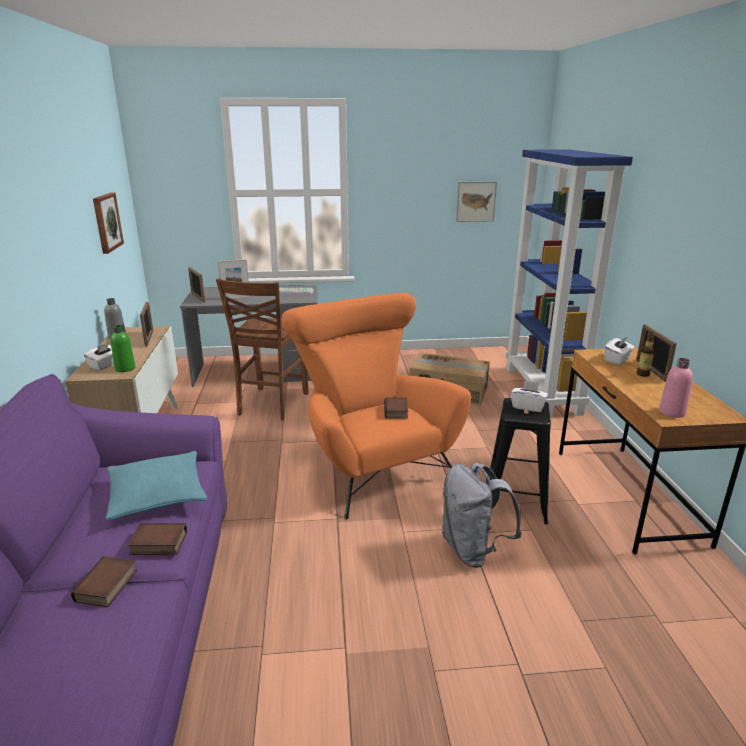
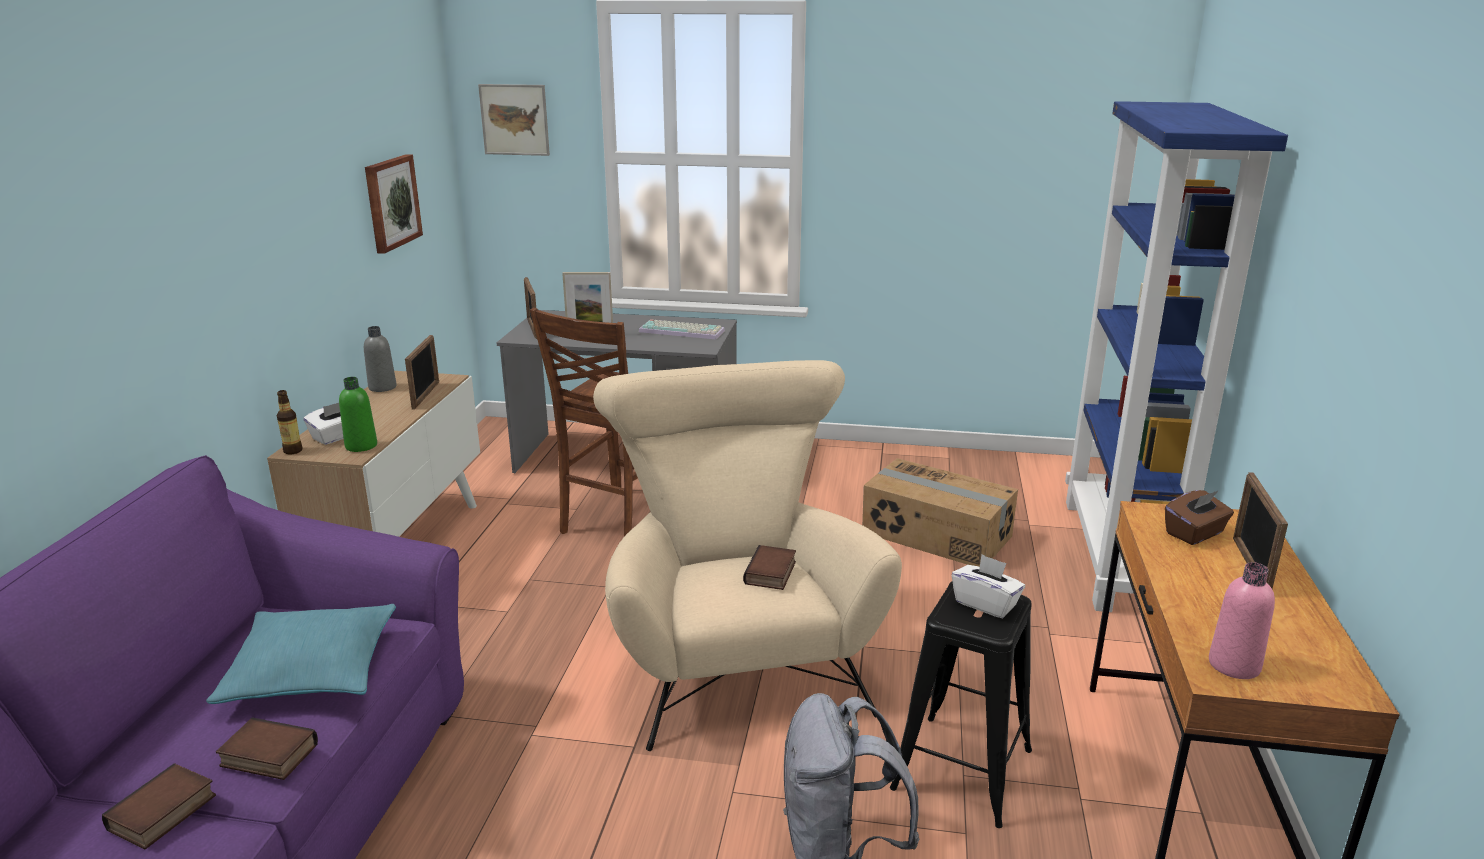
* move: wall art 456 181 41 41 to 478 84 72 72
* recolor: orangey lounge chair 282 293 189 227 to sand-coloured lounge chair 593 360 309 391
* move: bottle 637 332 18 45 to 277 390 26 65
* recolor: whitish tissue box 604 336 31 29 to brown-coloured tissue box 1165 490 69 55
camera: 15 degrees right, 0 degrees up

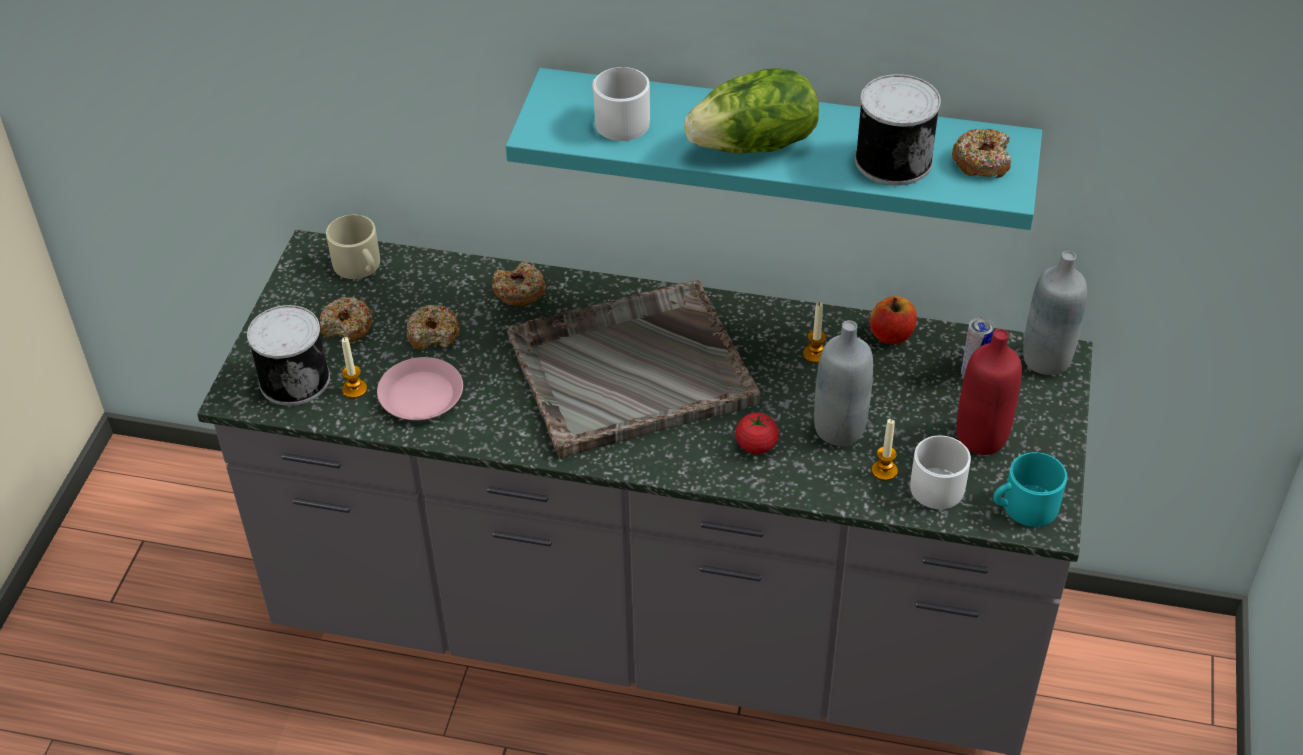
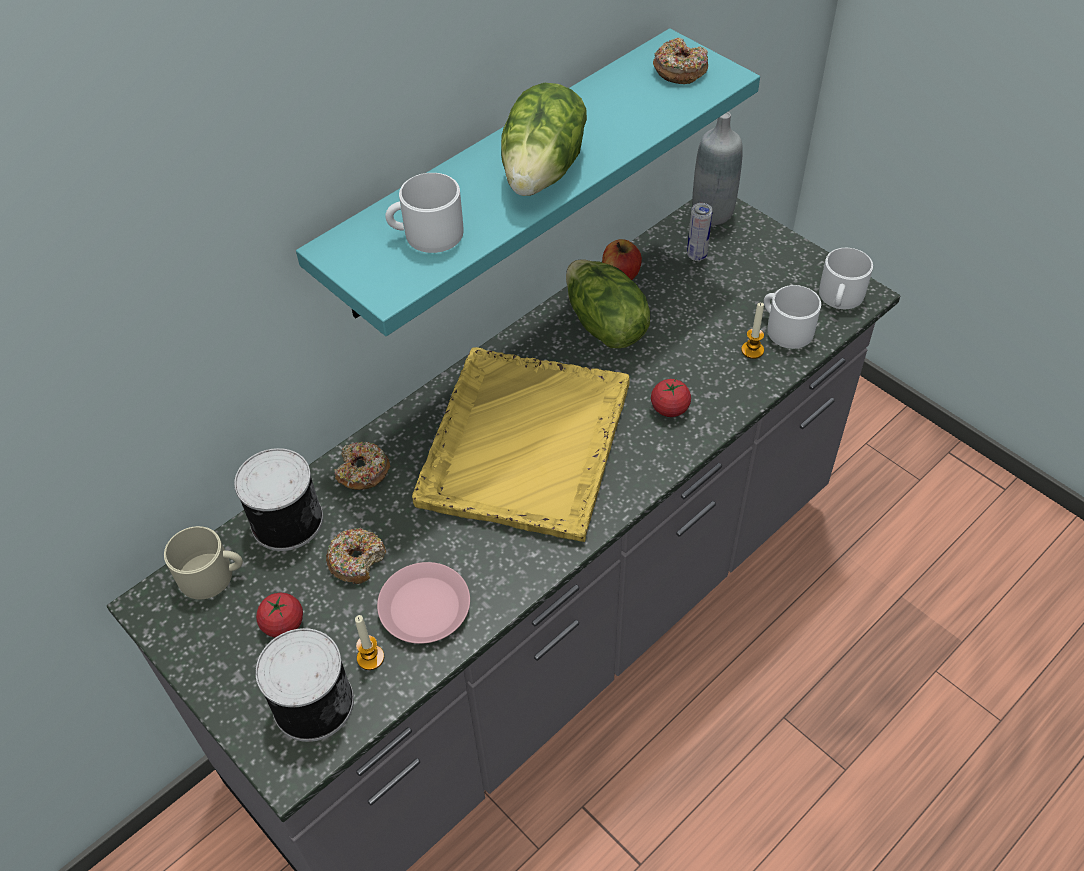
* move: sealed can 855 74 86 111 to 234 448 89 103
* recolor: gray serving tray 507 280 254 178 to yellowish serving tray 412 347 218 195
* replace: donut 320 297 53 46 to tomato 256 593 47 45
* replace: wax candle 803 302 23 61 to lettuce head 566 259 84 89
* delete: gray bottle 814 320 59 126
* delete: red bottle 957 329 65 126
* recolor: blue-green tea mug 993 452 74 75 to whitish tea mug 819 248 54 61
camera: 55 degrees left, 5 degrees up

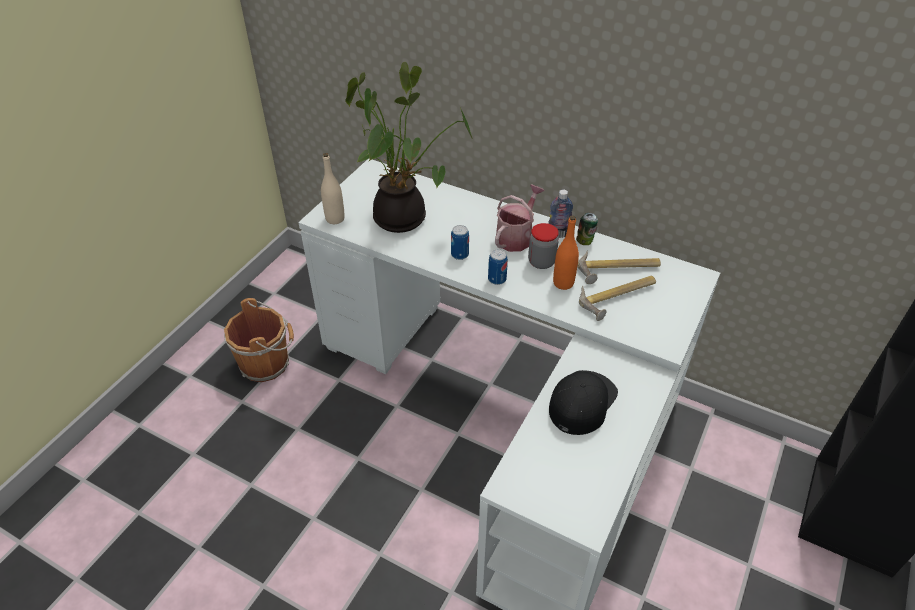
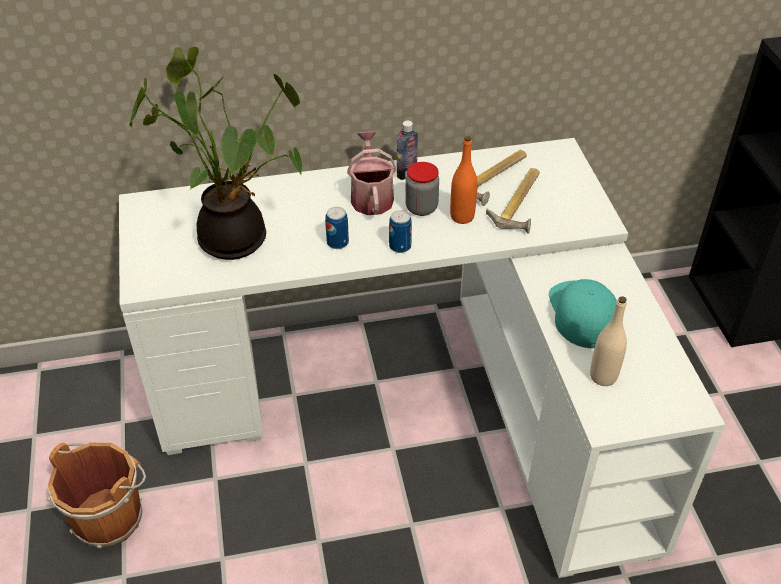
* move: sand-coloured bottle 321 153 24 71 to 590 296 37 90
* delete: sealed can 576 213 22 32
* recolor: black peaked cap 549 370 69 65 to blue-green peaked cap 549 279 68 69
camera: 40 degrees left, 0 degrees up

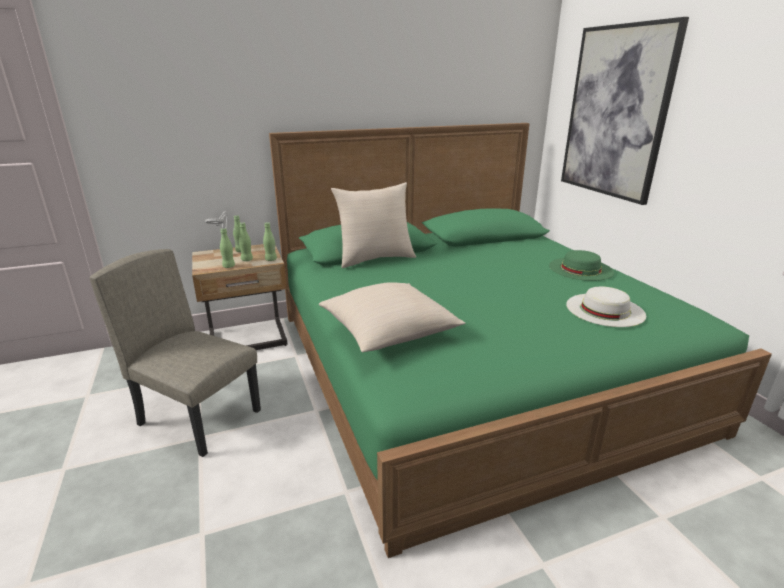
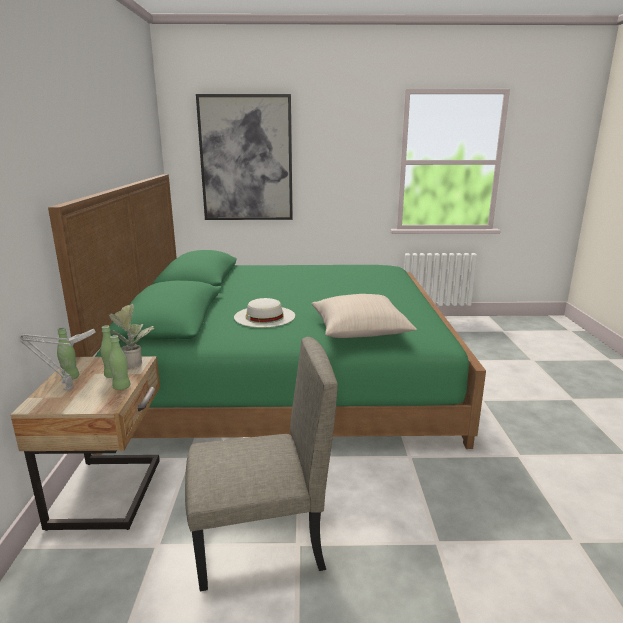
* delete: sand-coloured pillow 331 182 85 86
* replace: green-coloured bottle 263 222 14 39 to houseplant 109 304 46 64
* rotate: sand-coloured upright chair 90 249 171 208 = 185 337 153 254 150 degrees counterclockwise
* delete: green-coloured clothing hat 549 250 65 31
* move: whitish clothing hat 566 287 80 40 to 234 298 61 30
camera: 70 degrees left, 5 degrees down

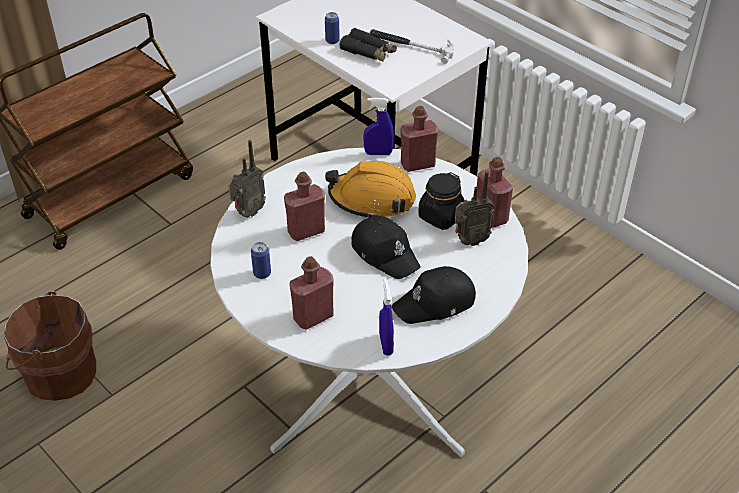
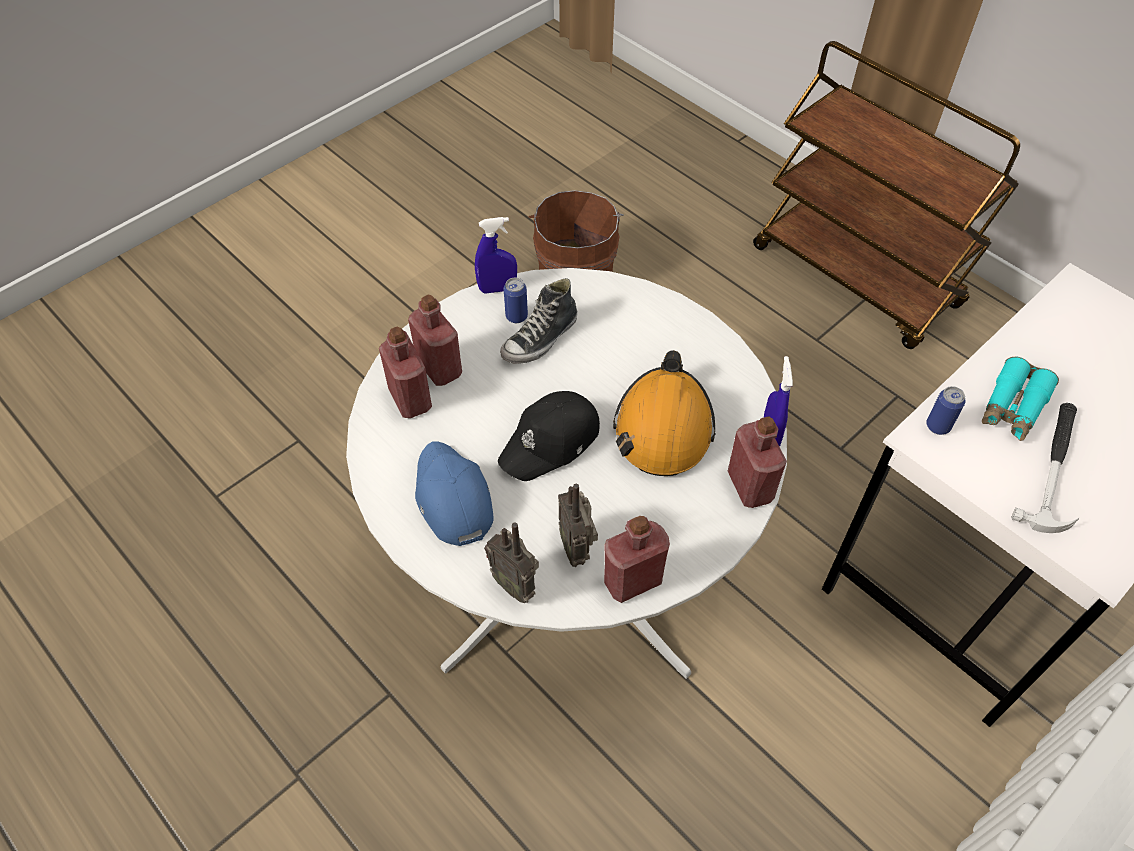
* move: sealed can 325 12 15 32 to 926 386 40 49
* recolor: black binoculars 339 28 58 34 to blue-green binoculars 982 357 77 84
* move: radio receiver 228 140 38 77 to 484 523 55 80
* move: red bottle 284 172 41 69 to 379 327 53 91
* delete: black storage jar 418 172 46 58
* recolor: black peaked cap 392 266 84 58 to blue peaked cap 415 442 79 104
* move: blue hand sprayer 379 279 15 77 to 475 217 42 77
* insert: shoe 500 278 78 86
camera: 90 degrees right, 10 degrees up

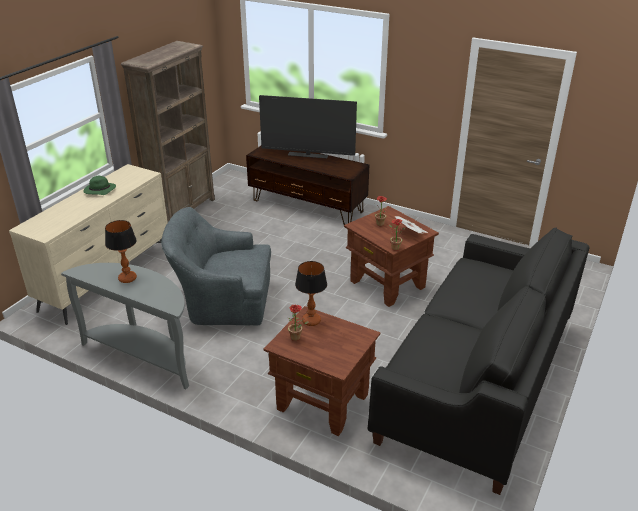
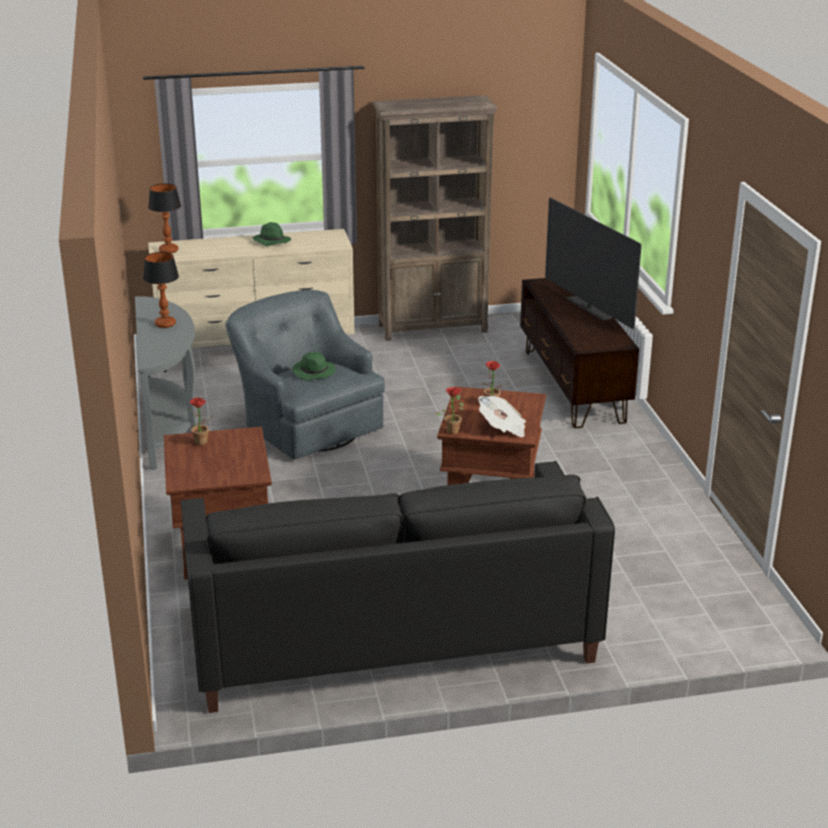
* move: table lamp 295 261 32 65 to 148 183 33 70
* insert: green-coloured clothing hat 292 352 44 29
camera: 50 degrees right, 5 degrees down

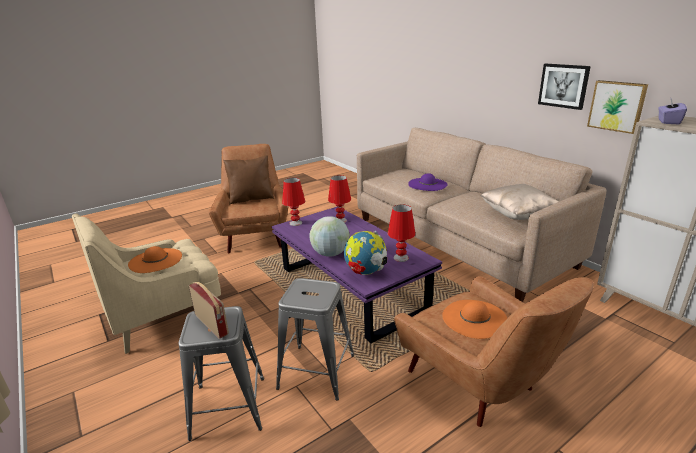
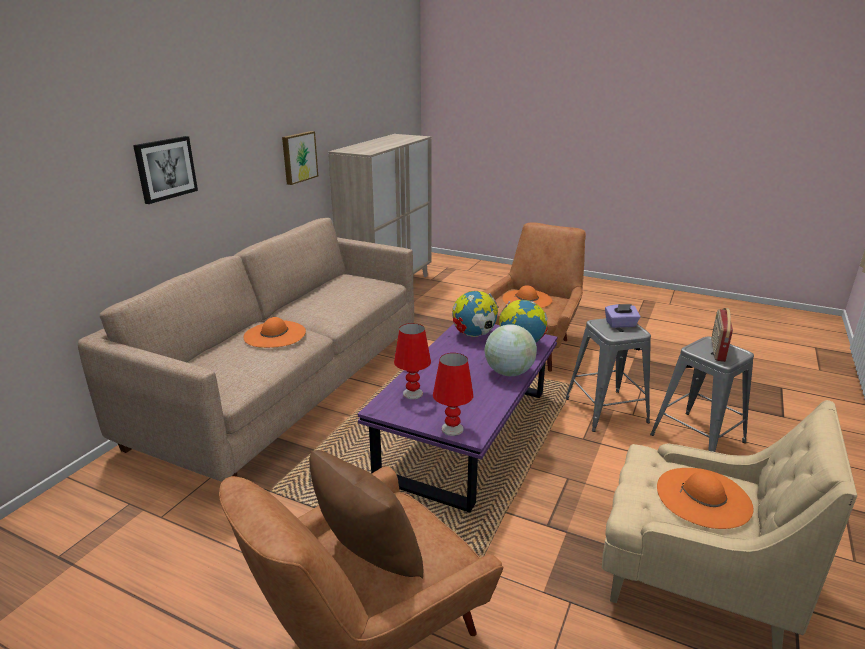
* move: wall art 538 64 53 46 to 133 136 65 68
* move: purple tissue box 658 99 29 25 to 605 304 36 24
* recolor: purple clothing hat 408 173 40 18 to orangey clothing hat 244 317 62 31
* delete: sand-coloured pillow 480 184 79 36
* replace: red table lamp 388 204 28 58 to globe 452 291 47 46
camera: 120 degrees left, 0 degrees up

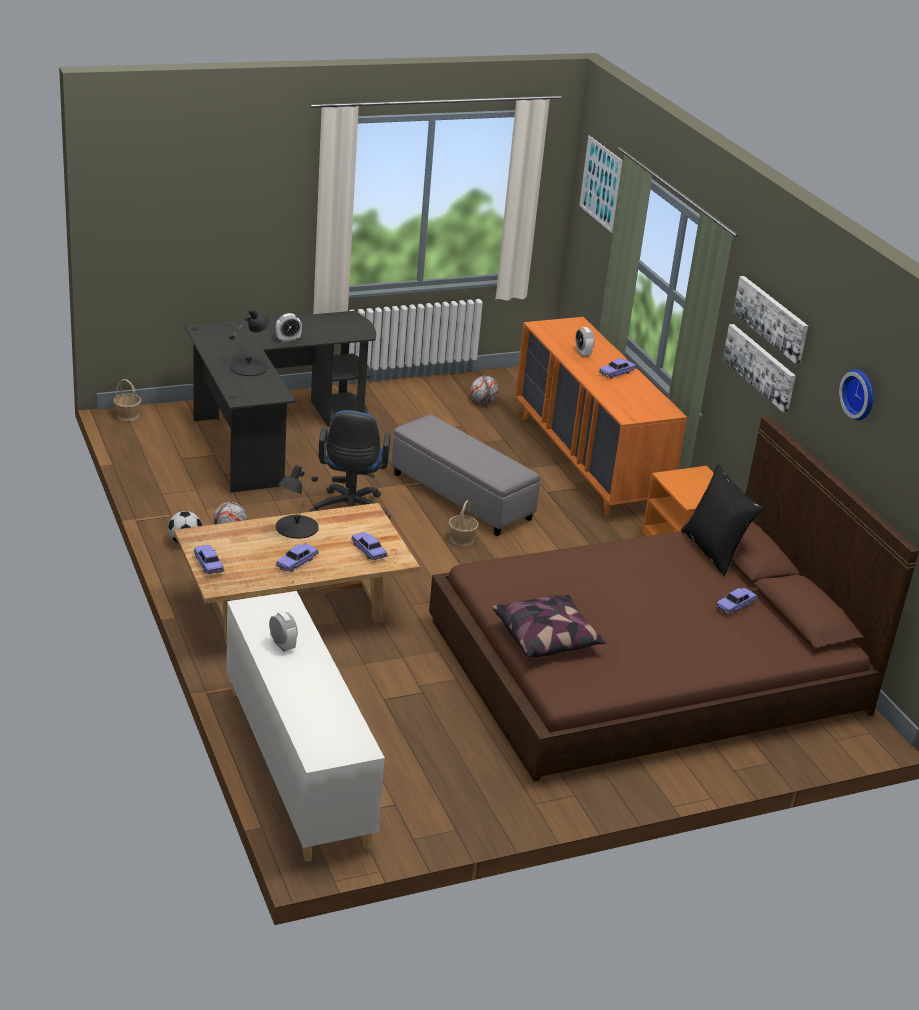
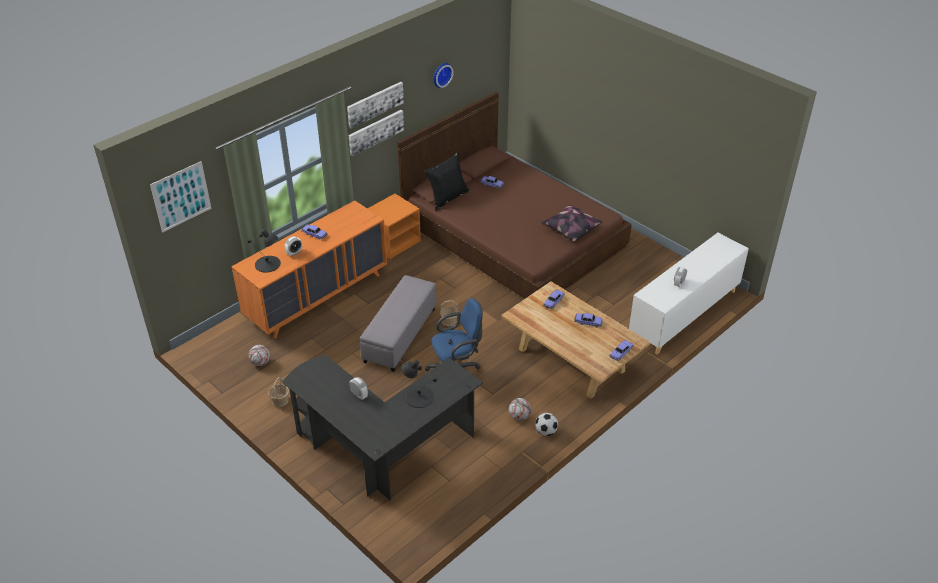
* move: household basket 113 379 28 42 to 268 377 21 30
* move: black table lamp 276 465 43 74 to 248 229 33 43
camera: 110 degrees left, 10 degrees up

